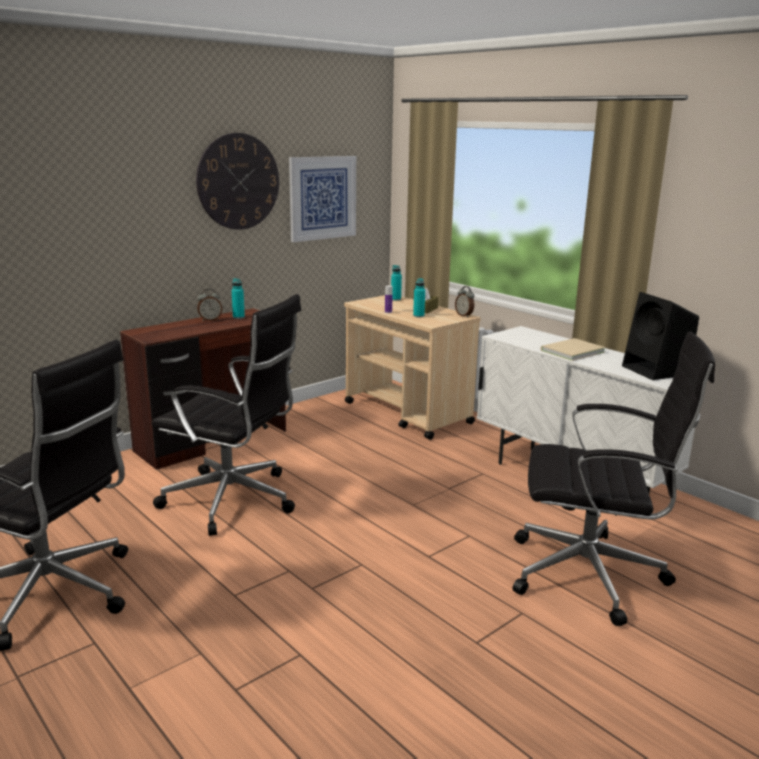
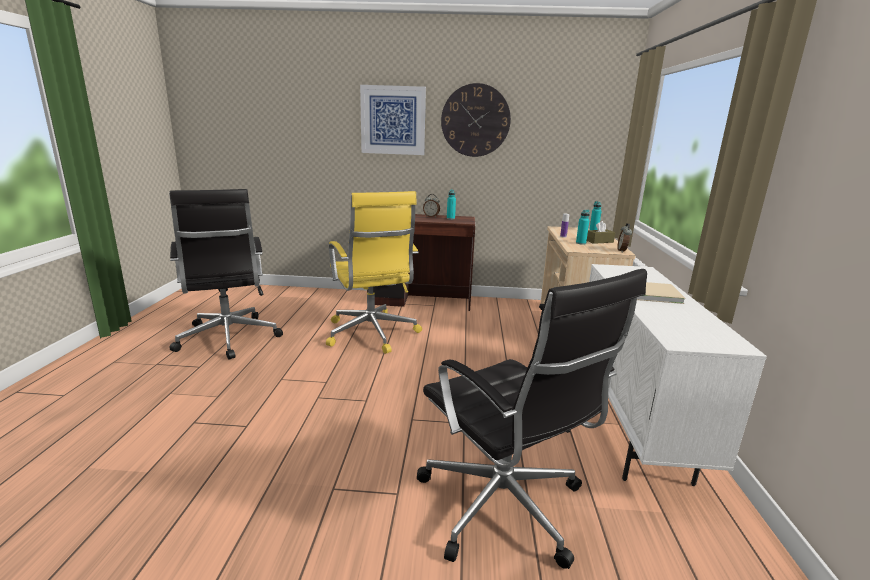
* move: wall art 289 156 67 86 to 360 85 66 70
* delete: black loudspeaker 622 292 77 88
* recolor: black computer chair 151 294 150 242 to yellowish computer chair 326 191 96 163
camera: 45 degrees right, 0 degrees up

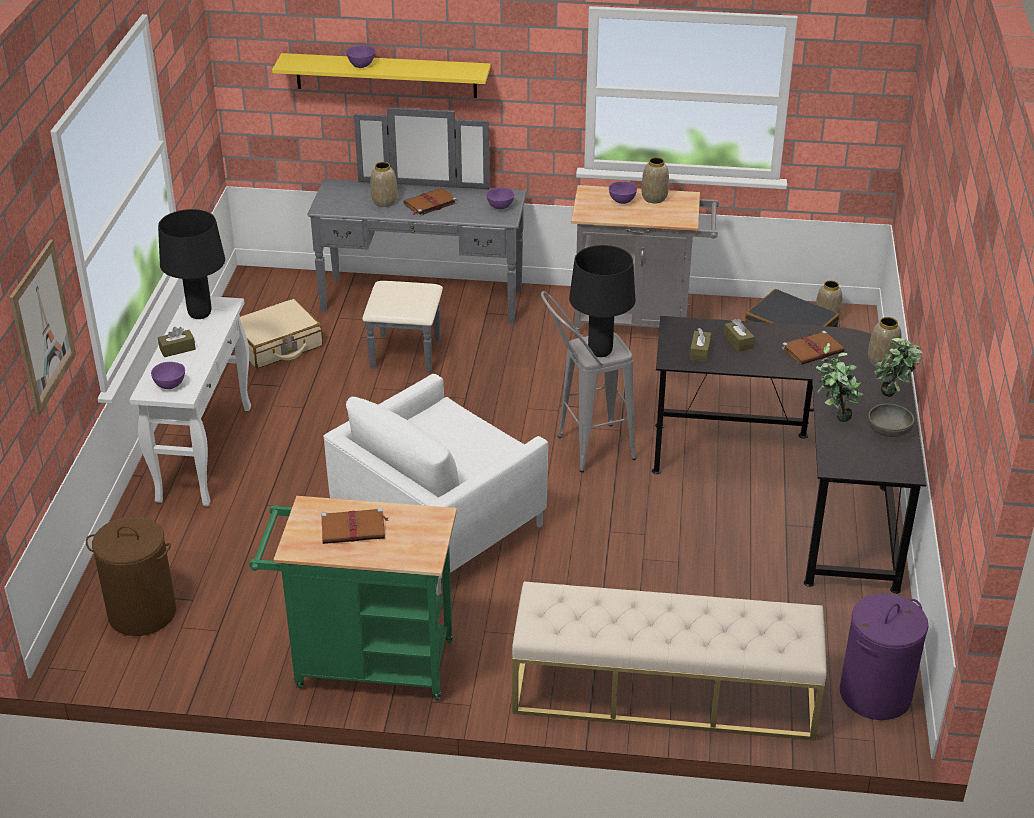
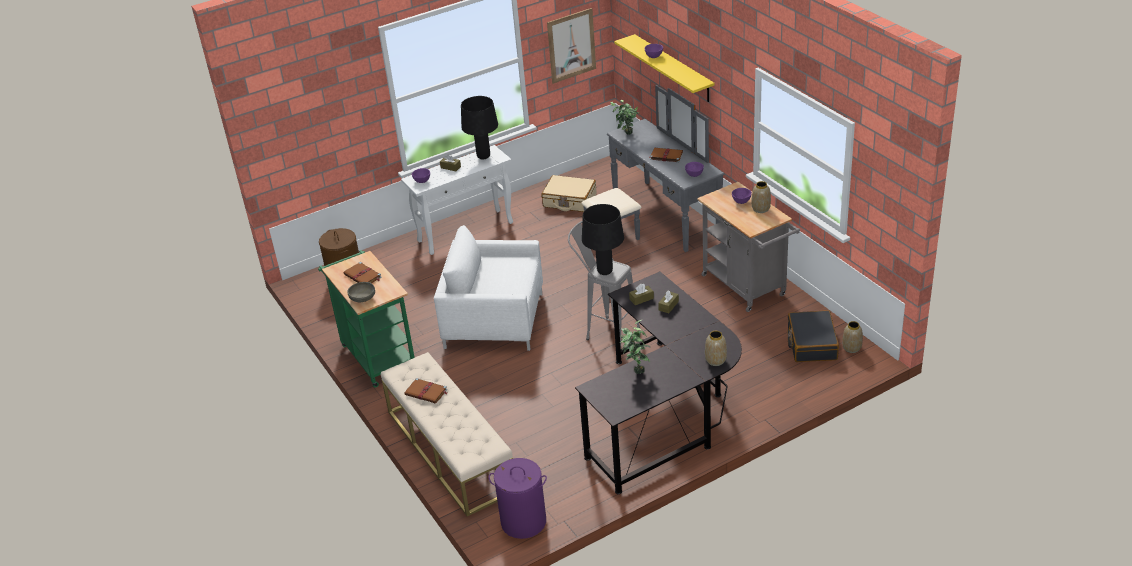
* delete: flower vase 370 162 27 45
* move: wall art 9 240 67 176 to 547 8 49 76
* move: brown-coloured volume 782 331 62 34 to 405 378 42 26
* move: houseplant 874 338 49 59 to 610 100 29 35
* move: gray serving bowl 868 403 46 34 to 348 282 27 20
camera: 55 degrees right, 0 degrees up

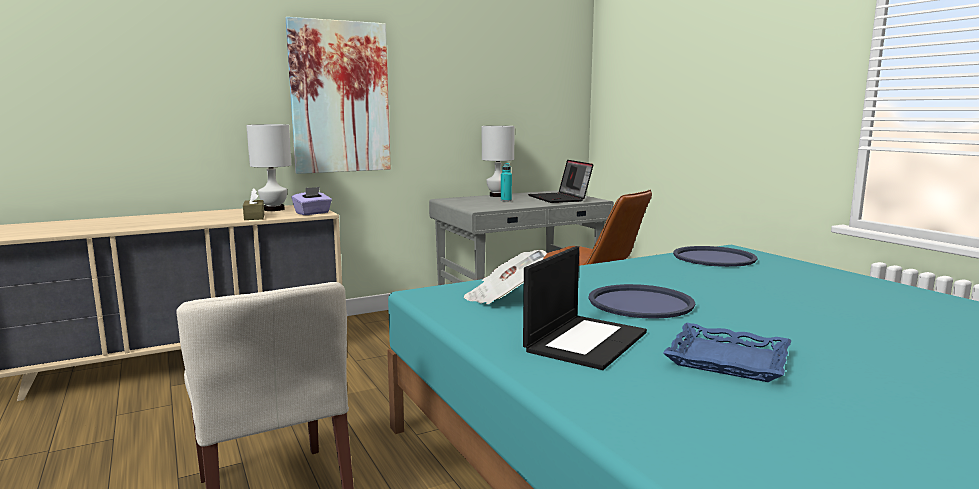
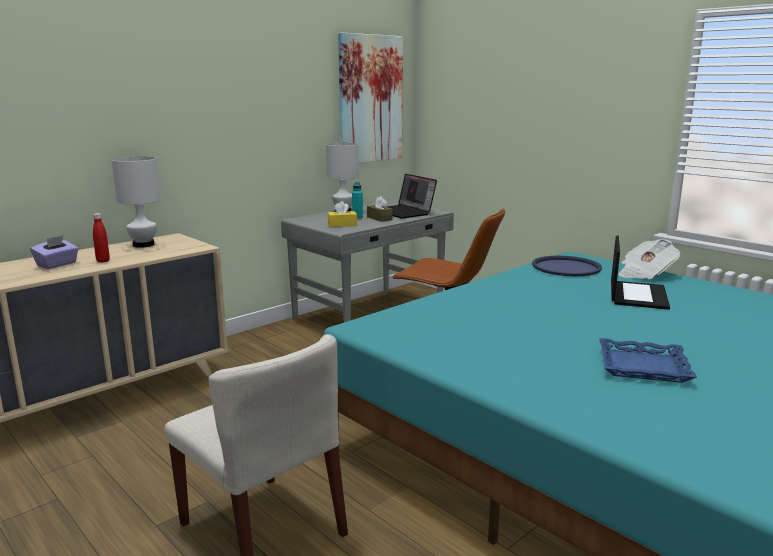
* move: wall art 286 17 105 157 to 338 32 65 131
* move: purple tissue box 292 187 40 28 to 30 236 49 33
* move: brown-coloured tissue box 243 188 21 32 to 367 196 26 26
* move: notebook computer 523 246 124 124 to 611 236 59 74
* move: printed paper 464 250 83 54 to 619 239 61 40
* delete: blue serving tray 589 284 106 35
* insert: yellowish tissue box 328 201 29 26
* insert: red bottle 93 213 17 49
camera: 15 degrees left, 5 degrees up

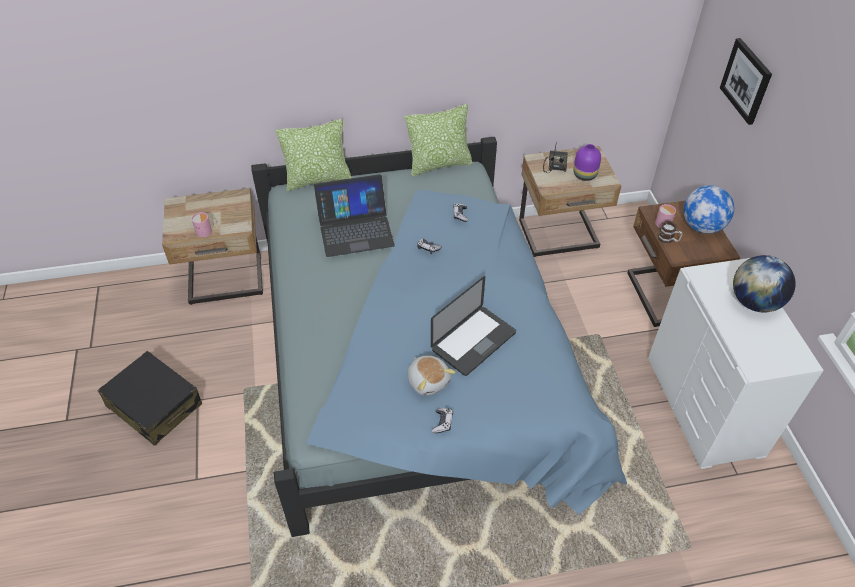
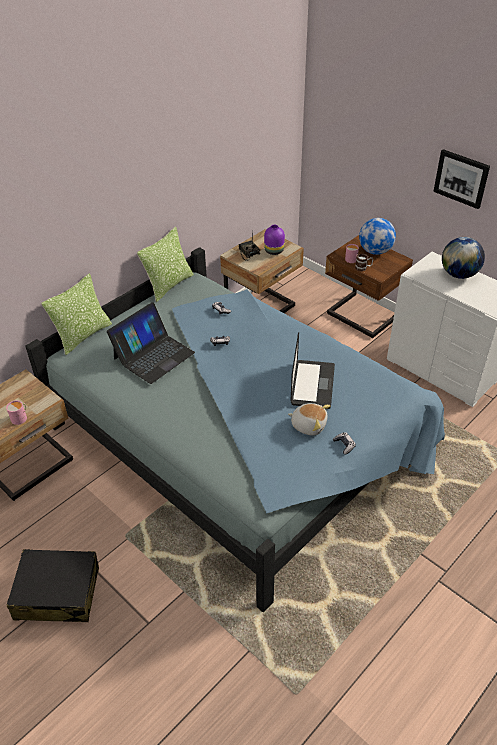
* move: wall art 720 38 52 87 to 433 149 57 60
camera: 35 degrees left, 5 degrees down

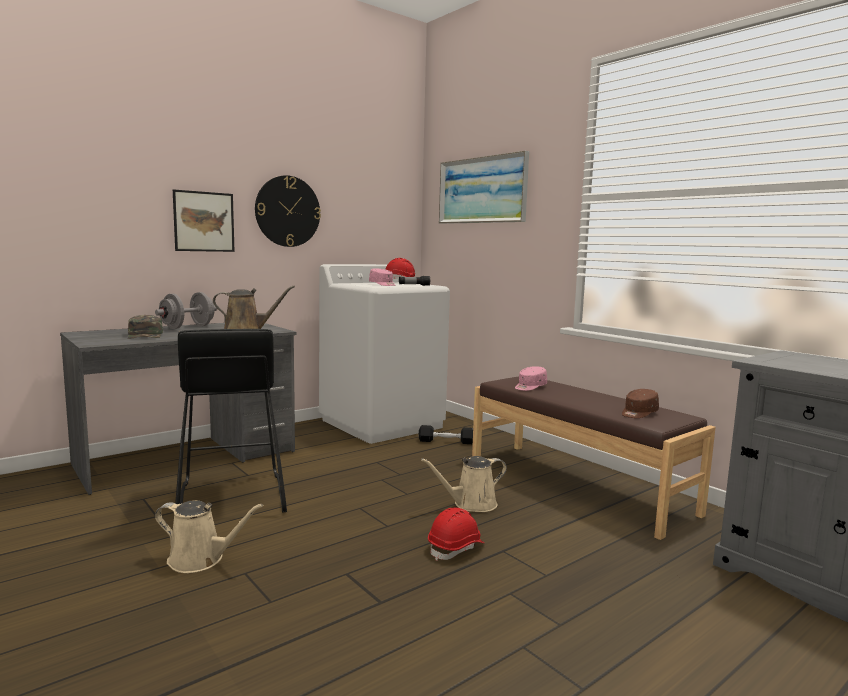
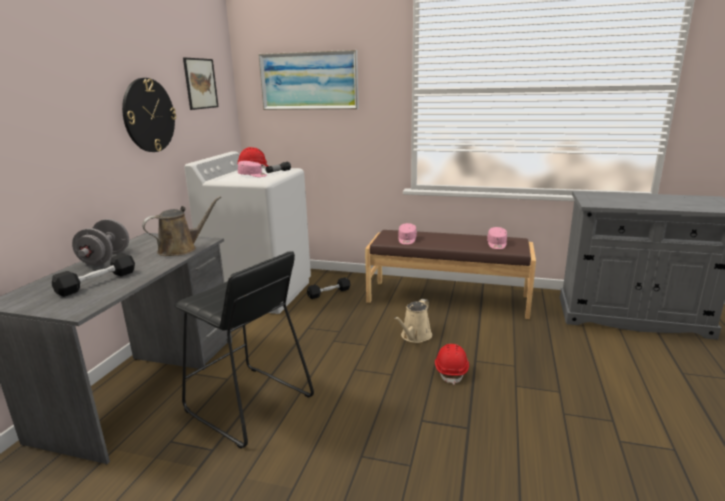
* move: wall art 173 189 62 63 to 183 58 36 52
* replace: green-coloured peaked cap 128 315 35 24 to black hand weight 52 253 83 44
* recolor: brown-coloured peaked cap 622 389 37 29 to pink-coloured peaked cap 487 227 20 22
* delete: sand-coloured sprinkling can 155 500 109 73
camera: 35 degrees left, 10 degrees up

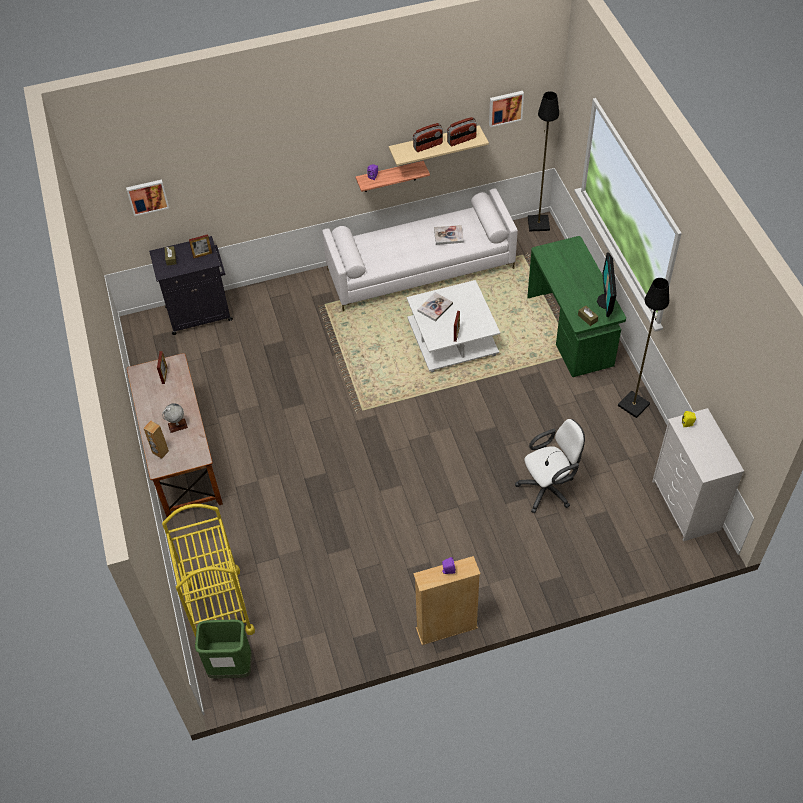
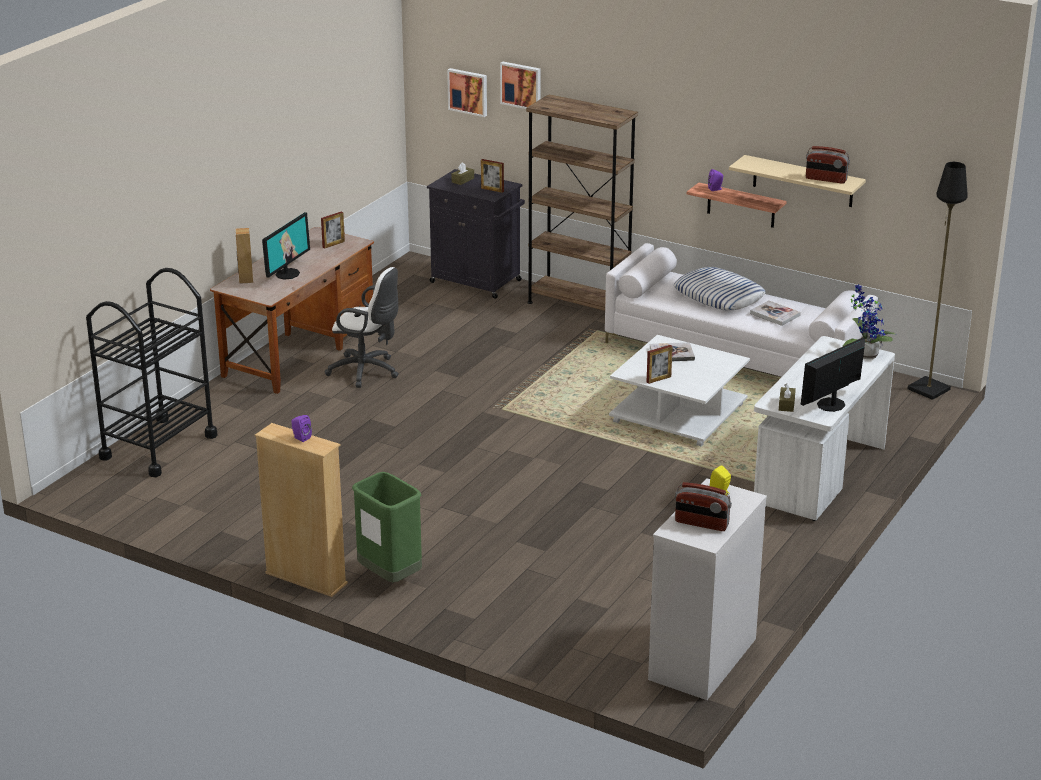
* move: wall art 489 91 35 36 to 500 62 41 47
* move: radio receiver 413 123 30 29 to 675 482 57 49
* recolor: green-coloured desk table 527 236 99 141 to whitish desk table 754 336 141 185
* delete: black standing lamp 618 278 51 140
* replace: globe 162 403 26 30 to computer display 262 212 48 68
* move: whitish computer chair 515 419 70 94 to 325 267 74 121
* recolor: yellowish wheeled cart 162 504 93 133 to black wheeled cart 86 268 131 209
* move: green-coloured rubbish bin 195 620 57 59 to 352 472 70 111
* insert: brown-coloured bookcase 526 95 112 216
* insert: pillow 674 267 92 43
* insert: houseplant 842 285 54 74
camera: 45 degrees right, 25 degrees down

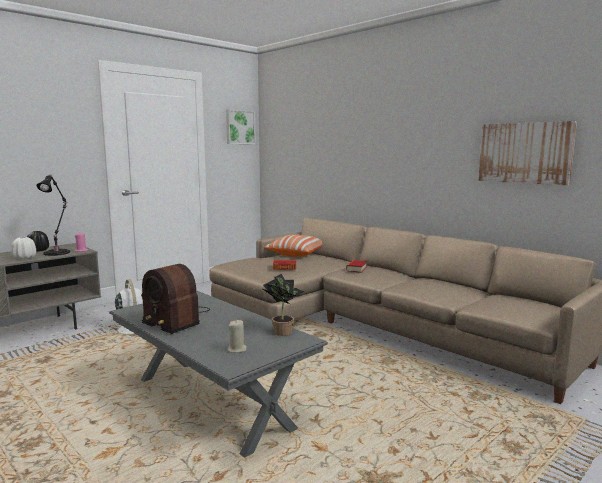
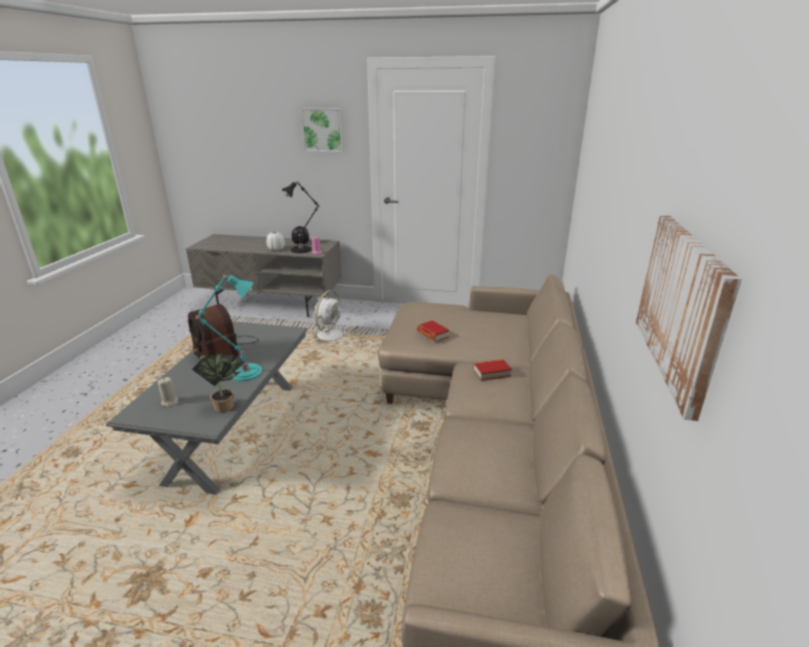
* move: wall art 226 109 30 35 to 301 108 43 44
* delete: pillow 264 235 58 22
* rotate: radio receiver 141 264 69 70 = 188 304 69 55 45 degrees counterclockwise
* insert: blue-green table lamp 194 275 68 106
camera: 55 degrees right, 15 degrees up

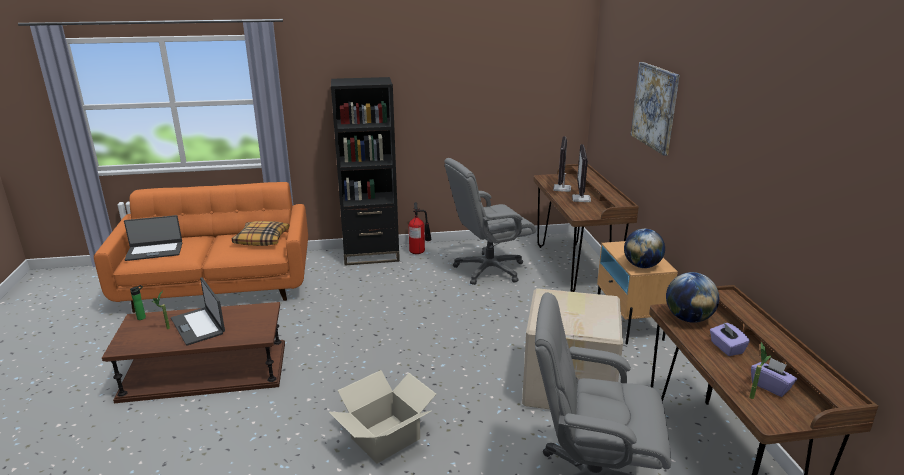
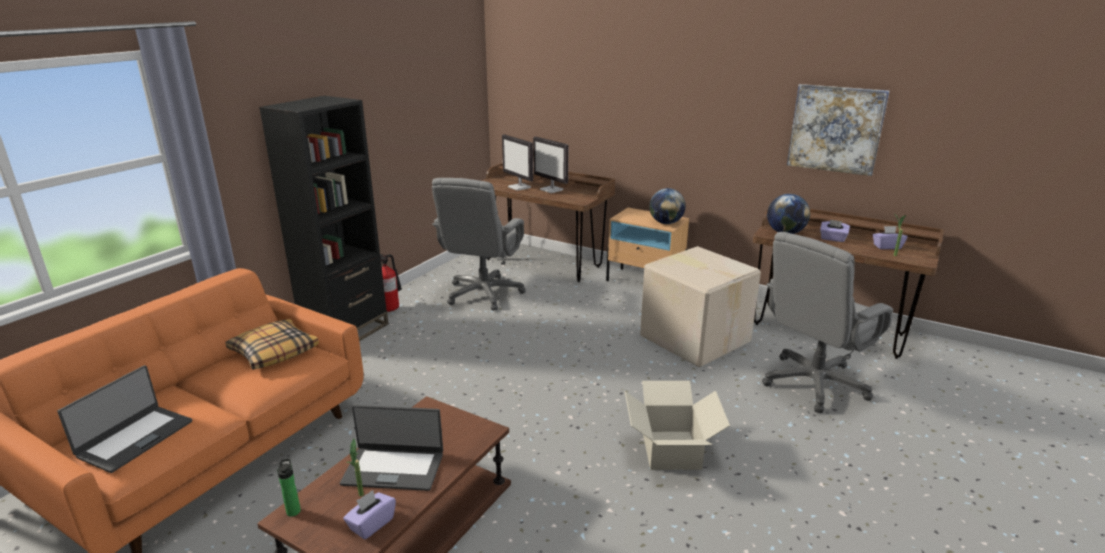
* move: wall art 631 62 49 94 to 787 84 102 92
* insert: purple tissue box 343 490 53 50
camera: 50 degrees left, 0 degrees up

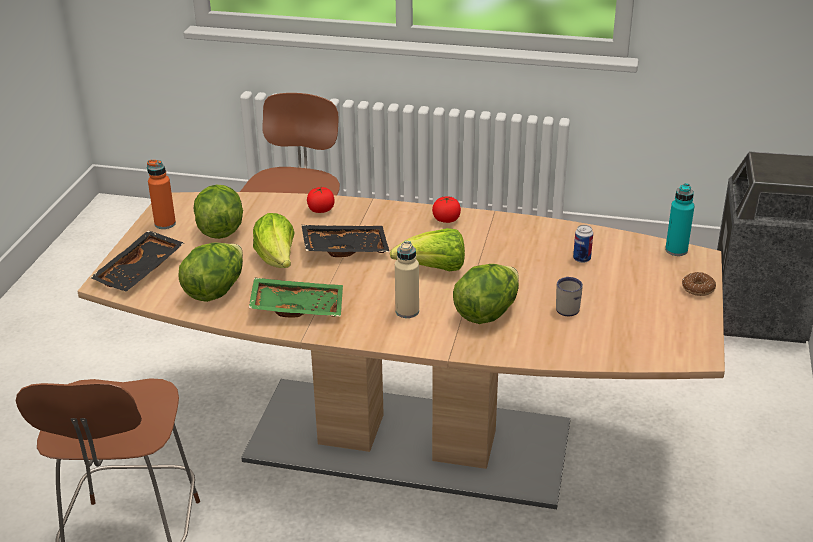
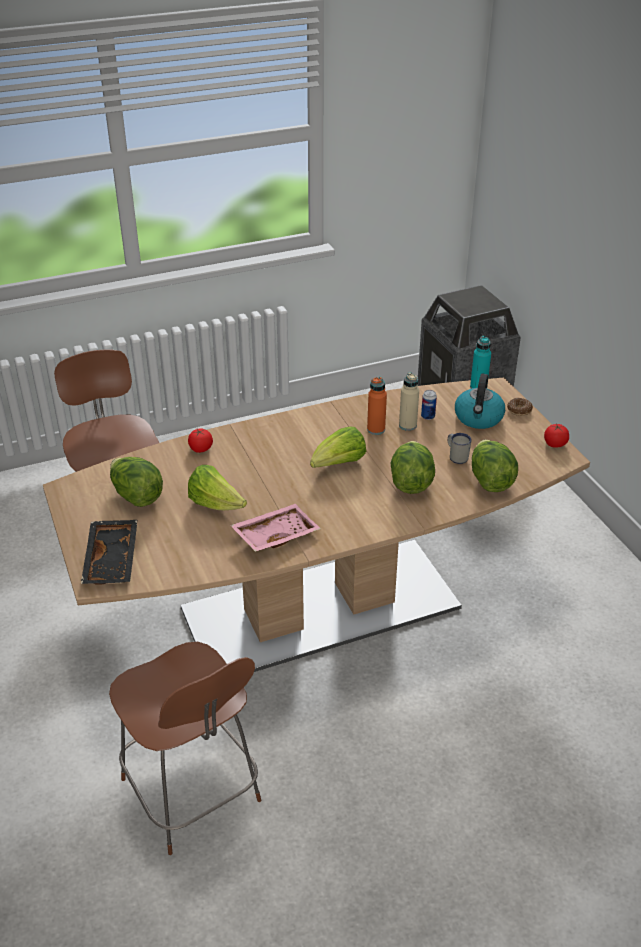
* move: orangey bottle 147 160 29 69 to 367 377 20 58
* move: tomato 432 196 29 27 to 544 423 25 25
* delete: black serving tray 301 225 89 32
* move: sand-coloured bottle 395 241 24 77 to 399 372 20 59
* move: lettuce head 179 243 64 59 to 472 440 46 52
* recolor: green-coloured serving tray 249 278 94 39 to pink-coloured serving tray 230 504 91 48
* insert: tea kettle 455 373 50 56
camera: 35 degrees left, 5 degrees up

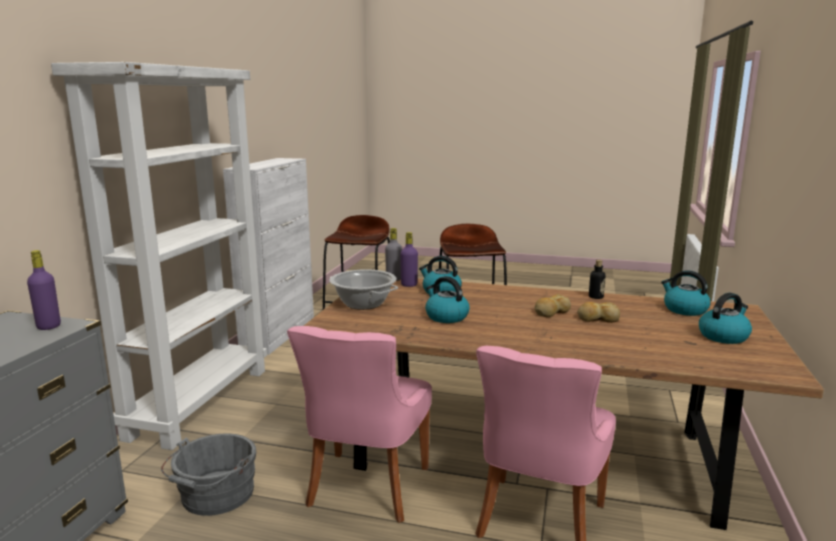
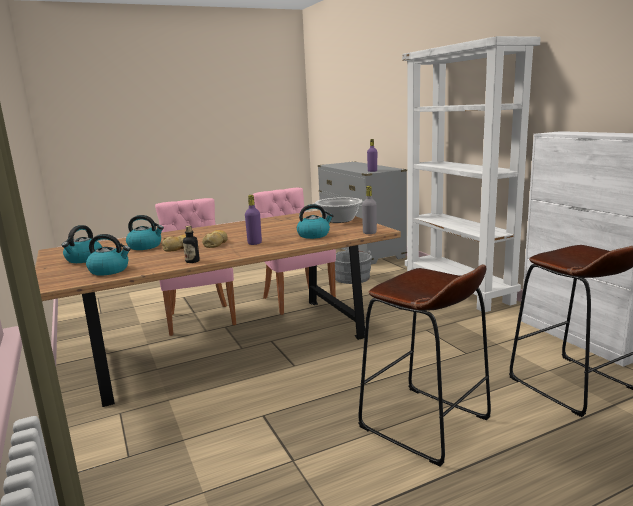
* move: purple bottle 400 232 18 55 to 245 195 17 50
* move: tea kettle 425 276 45 47 to 126 215 38 35
camera: 140 degrees right, 0 degrees up

